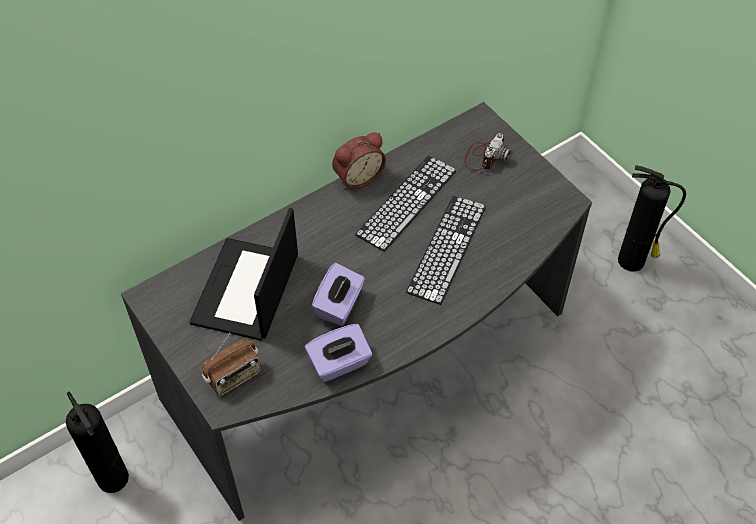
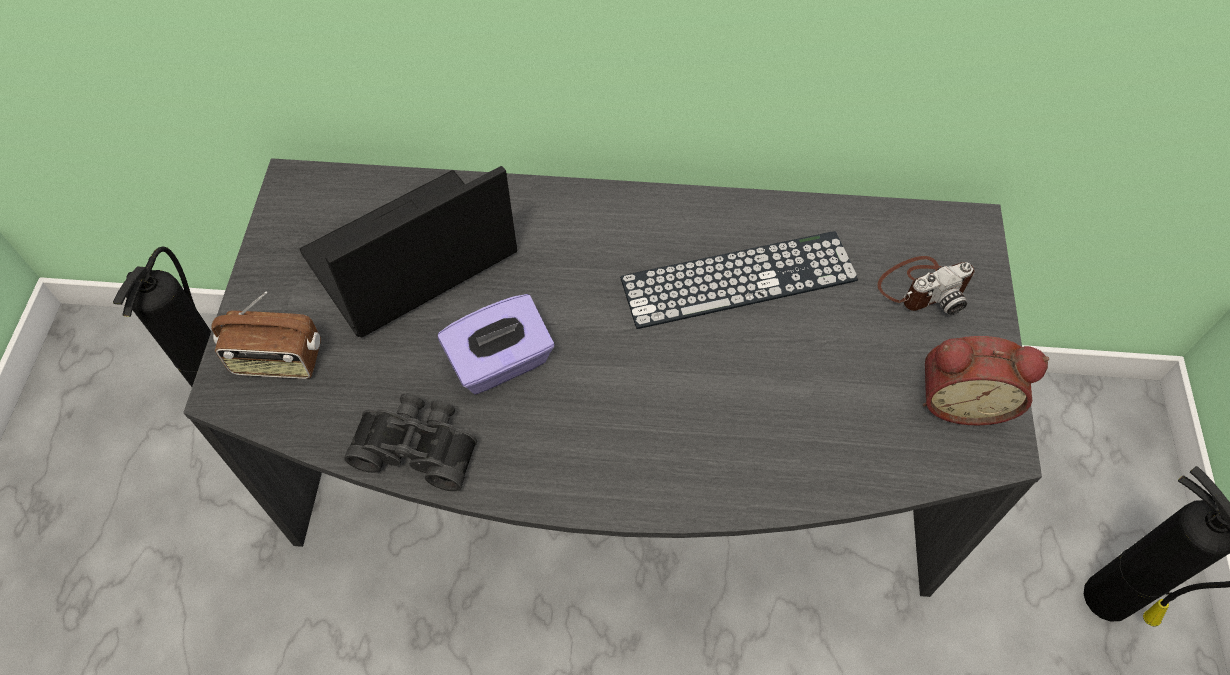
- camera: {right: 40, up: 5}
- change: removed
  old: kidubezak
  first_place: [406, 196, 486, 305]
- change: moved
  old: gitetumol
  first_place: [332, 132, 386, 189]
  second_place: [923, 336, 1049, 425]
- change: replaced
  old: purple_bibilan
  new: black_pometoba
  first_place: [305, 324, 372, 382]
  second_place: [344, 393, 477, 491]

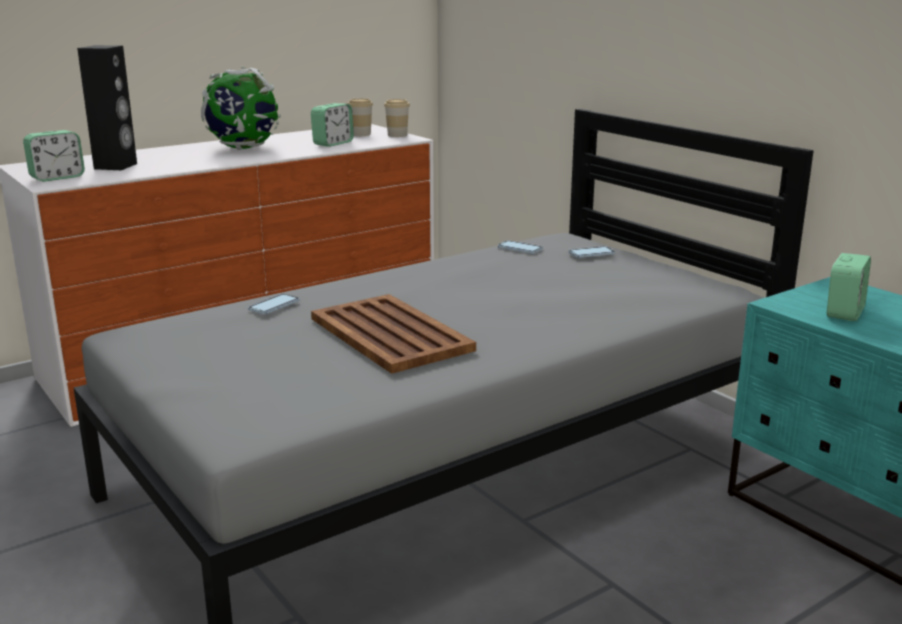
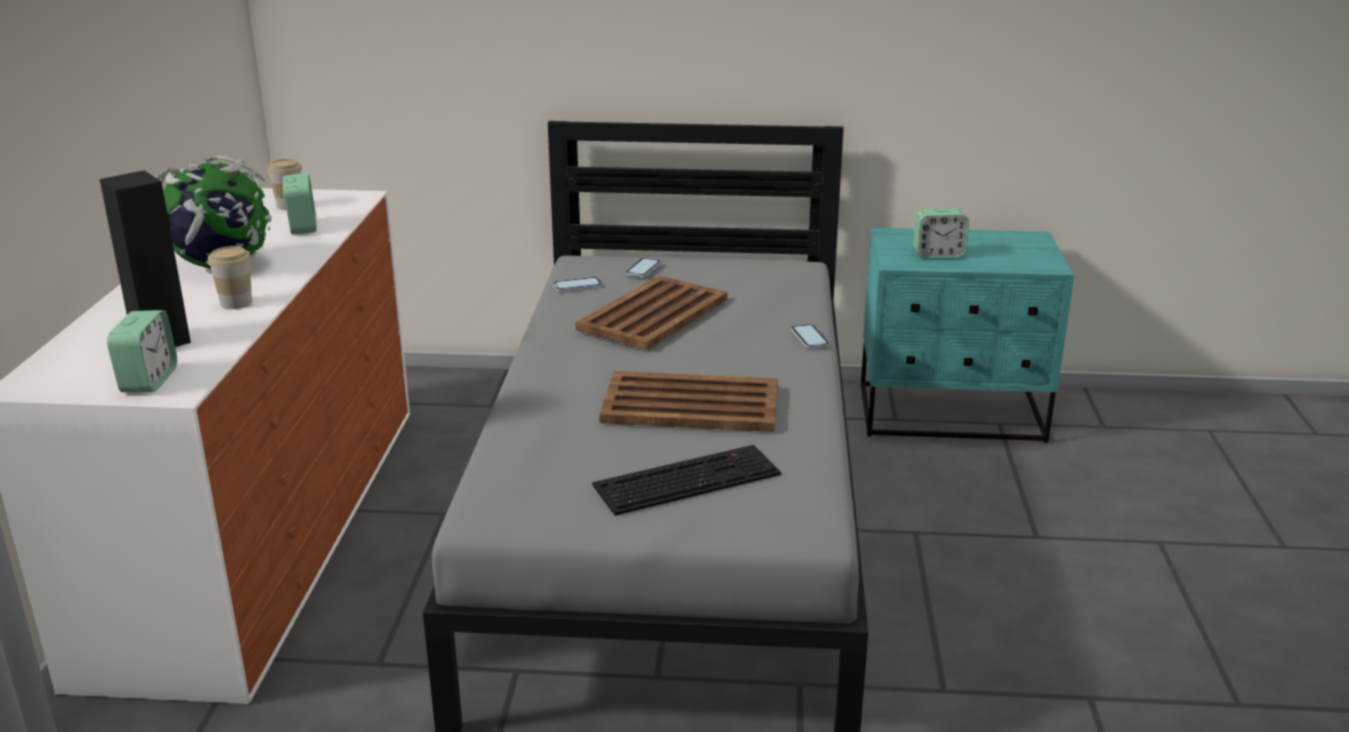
- camera: {right: -50, up: 5}
- change: added
  new: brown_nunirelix
  second_place: [575, 276, 728, 350]
- change: added
  new: kidubezak
  second_place: [592, 445, 781, 516]
- change: moved
  old: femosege
  first_place: [248, 294, 299, 314]
  second_place: [791, 324, 830, 348]
- change: moved
  old: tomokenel
  first_place: [384, 99, 410, 137]
  second_place: [208, 246, 252, 309]
- change: turned
  old: gitetumol
  first_place: [827, 253, 871, 321]
  second_place: [913, 209, 969, 259]
  degrees: 105

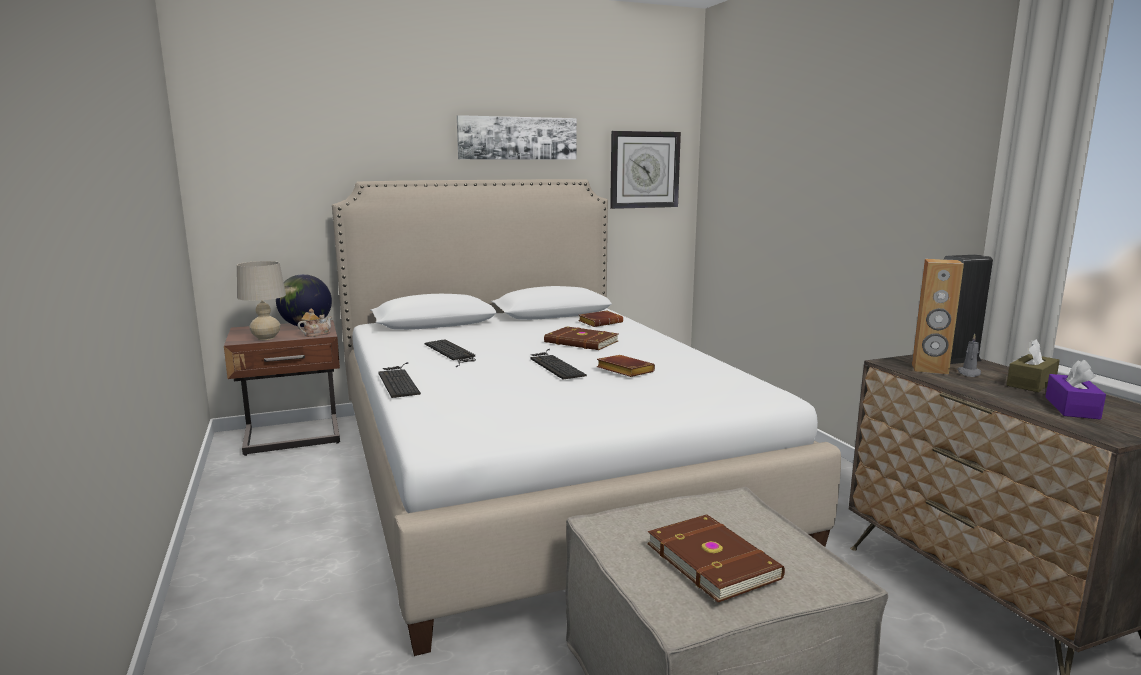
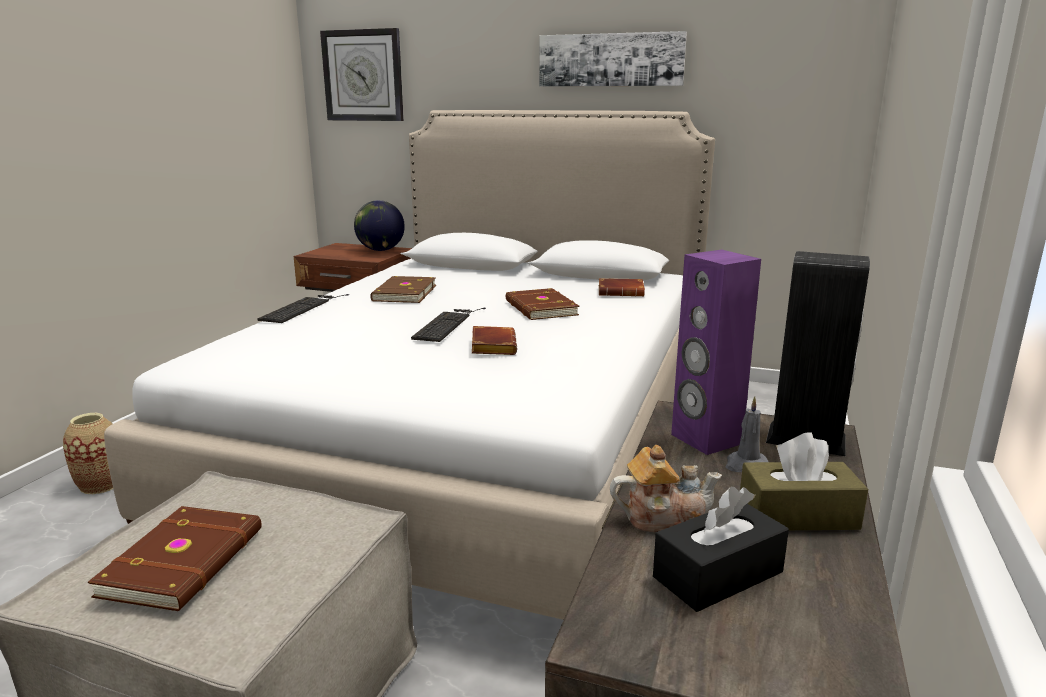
- camera: {right: 40, up: 5}
- change: removed
  old: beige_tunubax
  first_place: [237, 261, 286, 340]
- change: added
  new: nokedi
  second_place: [63, 413, 113, 494]
- change: moved
  old: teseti
  first_place: [298, 308, 332, 337]
  second_place: [610, 445, 722, 532]
- change: moved
  old: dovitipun
  first_place: [610, 131, 681, 209]
  second_place: [320, 28, 404, 121]
- change: replaced
  old: kidubezak
  new: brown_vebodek
  first_place: [425, 339, 476, 367]
  second_place: [370, 276, 436, 303]
- change: recoloured
  old: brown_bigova
  new: purple_bigova
  first_place: [912, 259, 964, 375]
  second_place: [671, 250, 761, 455]
- change: recoloured
  old: purple_bibilan
  new: black_bibilan
  first_place: [1045, 359, 1106, 420]
  second_place: [653, 487, 789, 612]

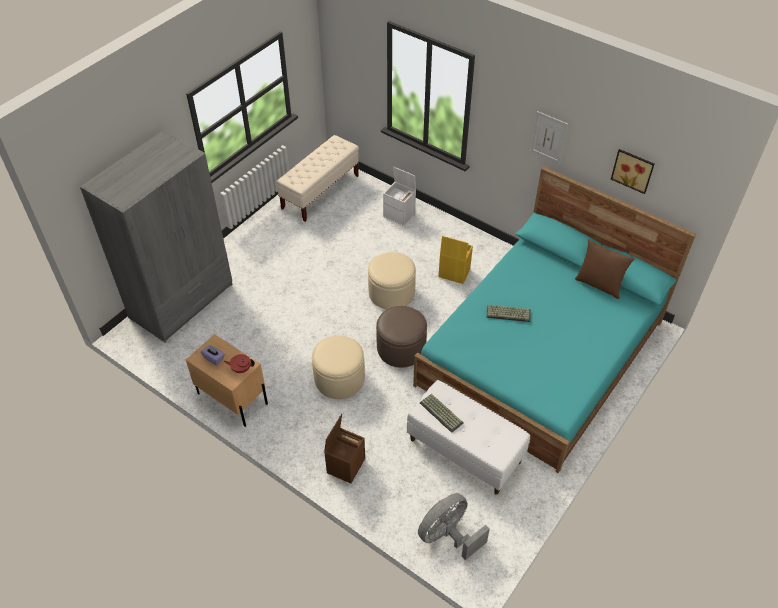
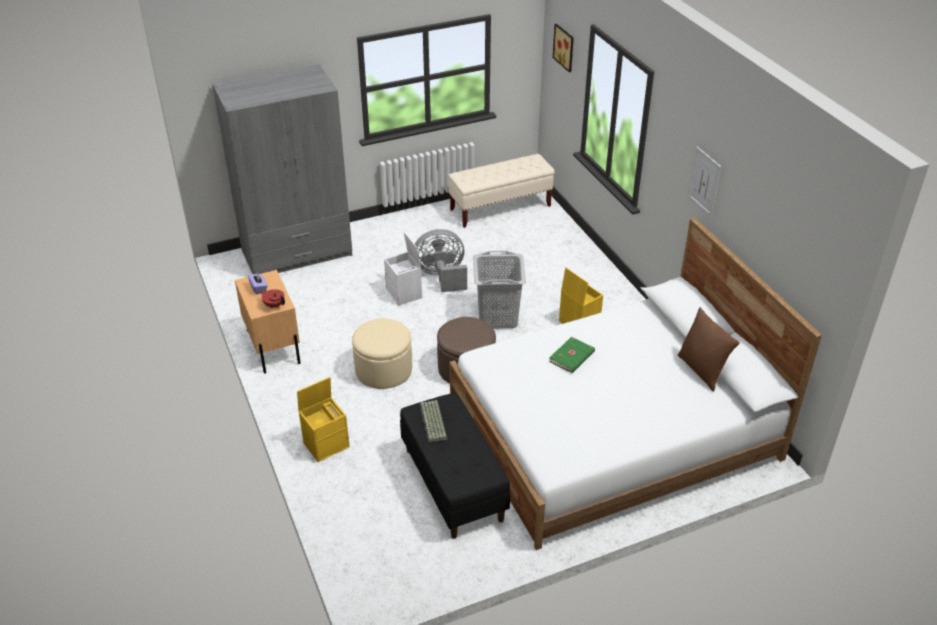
- camera: {right: 30, up: -10}
- change: moved
  old: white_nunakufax
  first_place: [383, 167, 416, 226]
  second_place: [384, 232, 422, 306]
- change: moved
  old: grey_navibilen
  first_place: [418, 493, 490, 560]
  second_place: [415, 229, 467, 292]
- change: moved
  old: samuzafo
  first_place: [611, 149, 654, 194]
  second_place: [553, 24, 574, 72]
- change: replaced
  old: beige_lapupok
  new: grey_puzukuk
  first_place: [368, 252, 416, 309]
  second_place: [473, 251, 526, 329]
- change: replaced
  old: kidubezak
  new: green_vebodek
  first_place: [486, 305, 531, 322]
  second_place: [549, 337, 595, 373]
- change: recoloured
  old: brown_nunakufax
  new: yellow_nunakufax
  first_place: [324, 414, 365, 483]
  second_place: [297, 377, 350, 462]
- change: recoloured
  old: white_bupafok
  new: black_bupafok
  first_place: [407, 380, 530, 495]
  second_place: [400, 393, 510, 539]
- change: recoloured
  old: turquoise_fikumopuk
  new: white_fikumopuk
  first_place: [413, 166, 696, 473]
  second_place: [450, 218, 822, 550]

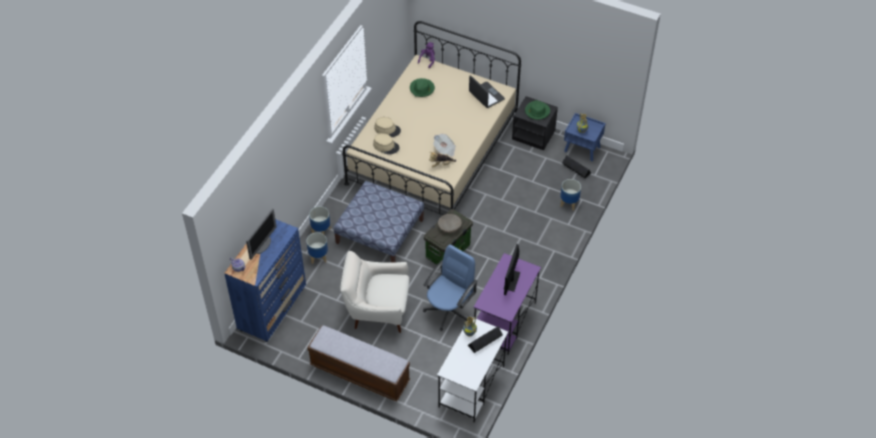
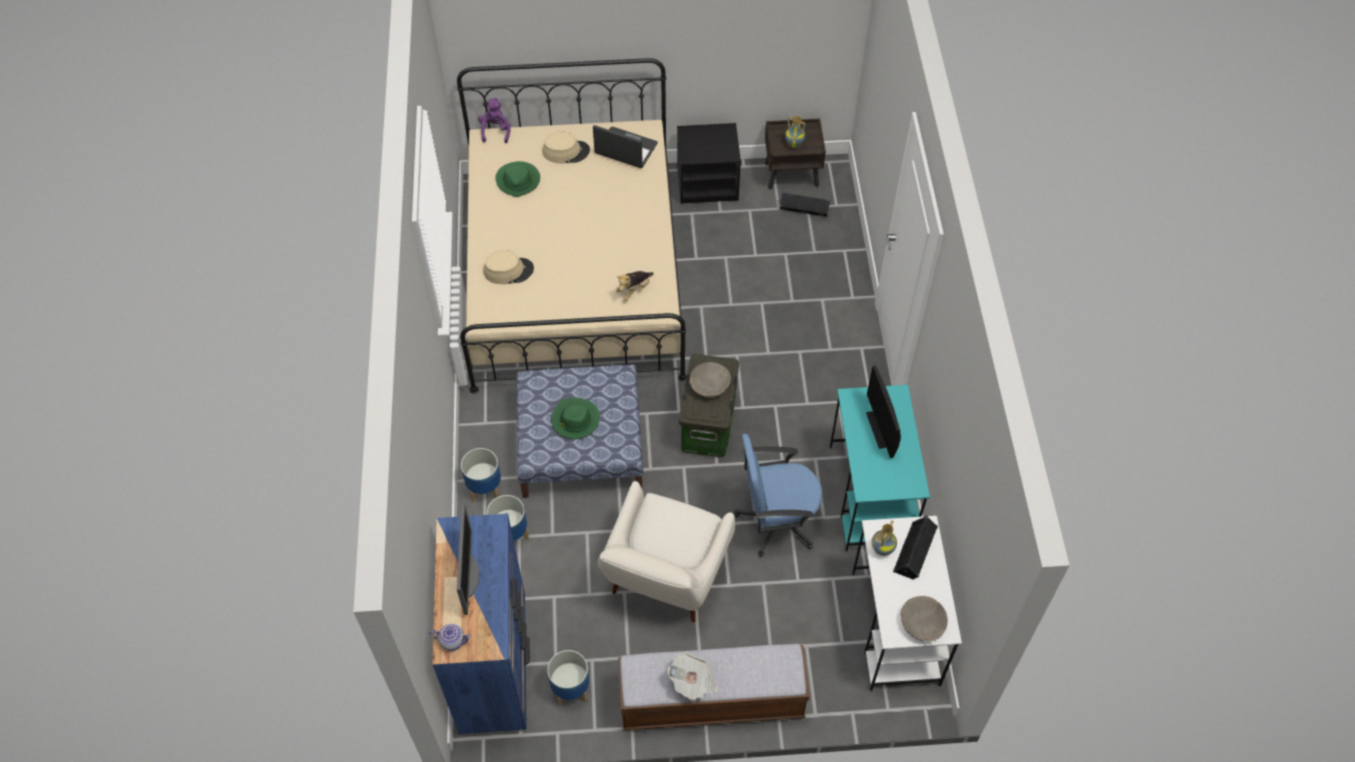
- camera: {right: -30, up: 5}
- change: added
  new: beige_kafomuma
  second_place: [901, 596, 948, 641]
- change: moved
  old: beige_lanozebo
  first_place: [373, 133, 400, 155]
  second_place: [543, 131, 590, 163]
- change: moved
  old: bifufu
  first_place: [433, 134, 456, 157]
  second_place: [667, 652, 719, 701]
- change: moved
  old: green_lanozebo
  first_place: [525, 100, 550, 120]
  second_place: [551, 398, 600, 439]
- change: moved
  old: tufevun
  first_place: [560, 179, 581, 211]
  second_place: [547, 650, 589, 706]
- change: recoloured
  old: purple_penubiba
  new: turquoise_penubiba
  first_place: [473, 253, 541, 355]
  second_place: [830, 385, 930, 552]
- change: recoloured
  old: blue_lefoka
  new: brown_lefoka
  first_place: [564, 113, 606, 161]
  second_place: [765, 118, 826, 189]
- change: turned
  old: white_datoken
  first_place: [340, 251, 409, 333]
  second_place: [598, 481, 735, 622]
  degrees: -45
- change: turned
  old: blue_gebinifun
  first_place: [423, 245, 478, 331]
  second_place: [734, 434, 822, 557]
  degrees: -105

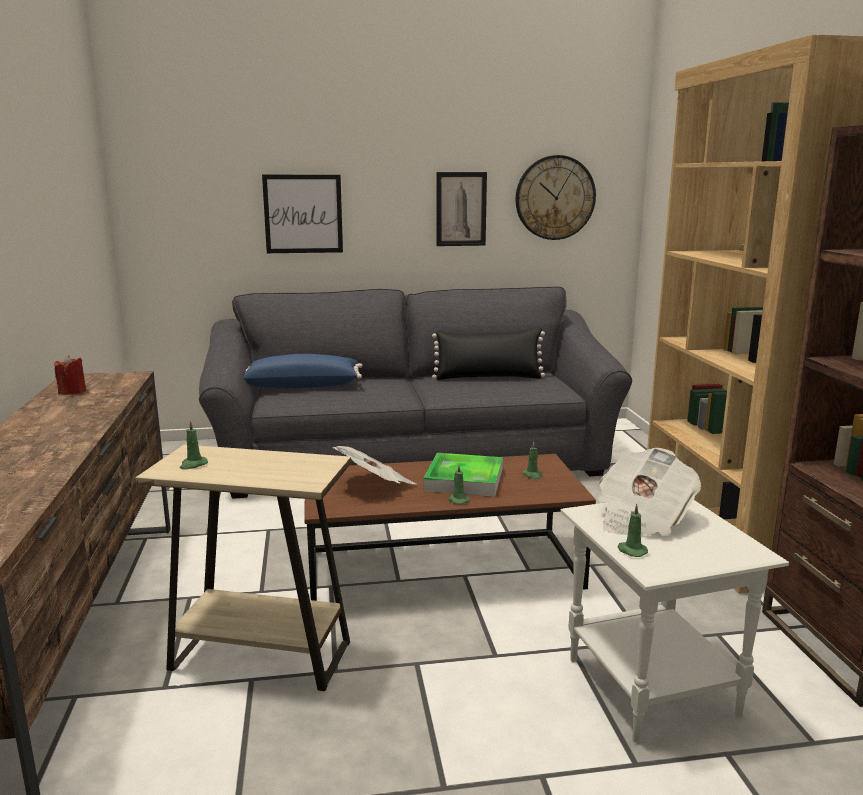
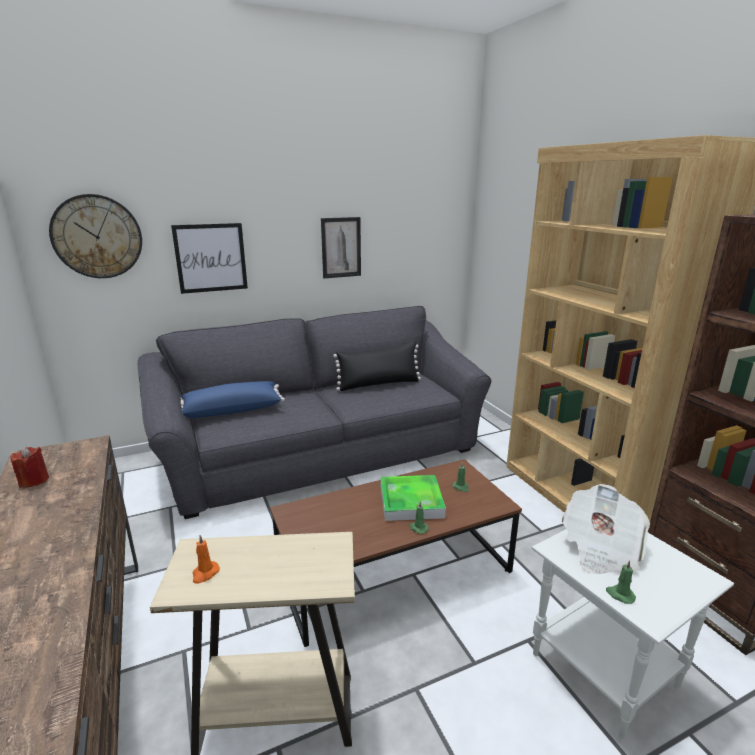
- camera: {right: -15, up: 5}
- change: removed
  old: bifufu
  first_place: [332, 446, 417, 484]
- change: moved
  old: dovitipun
  first_place: [516, 155, 596, 240]
  second_place: [49, 194, 142, 278]
- change: recoloured
  old: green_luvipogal
  new: orange_luvipogal
  first_place: [180, 421, 208, 469]
  second_place: [193, 535, 220, 584]

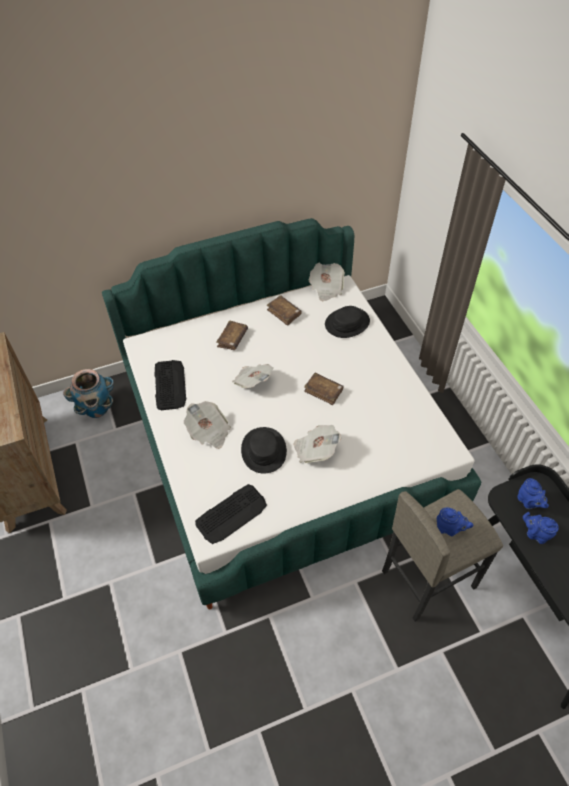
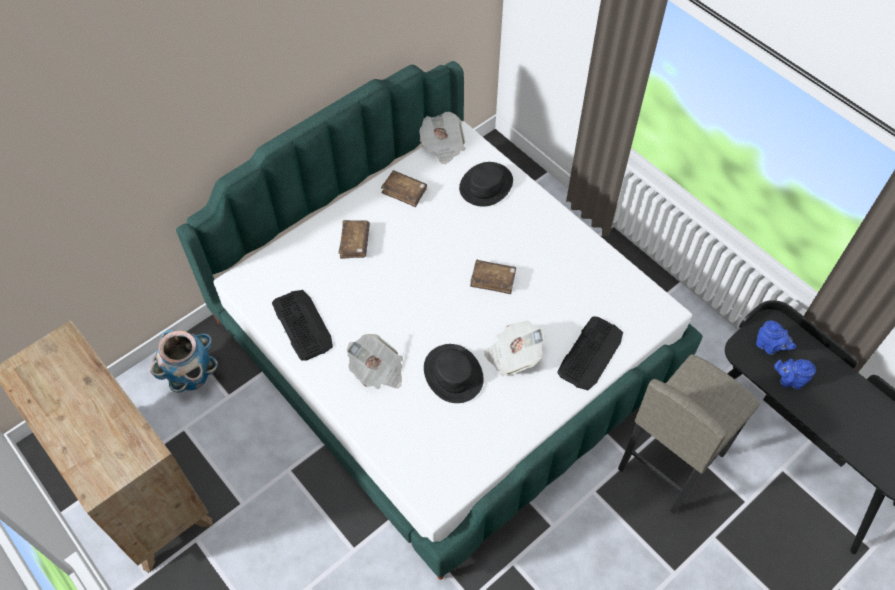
- camera: {right: -20, up: 5}
- change: removed
  old: bifufu
  first_place: [232, 364, 274, 388]
- change: removed
  old: blue_teseti
  first_place: [437, 507, 473, 536]
- change: moved
  old: kidubezak
  first_place: [195, 484, 267, 544]
  second_place: [557, 317, 623, 390]

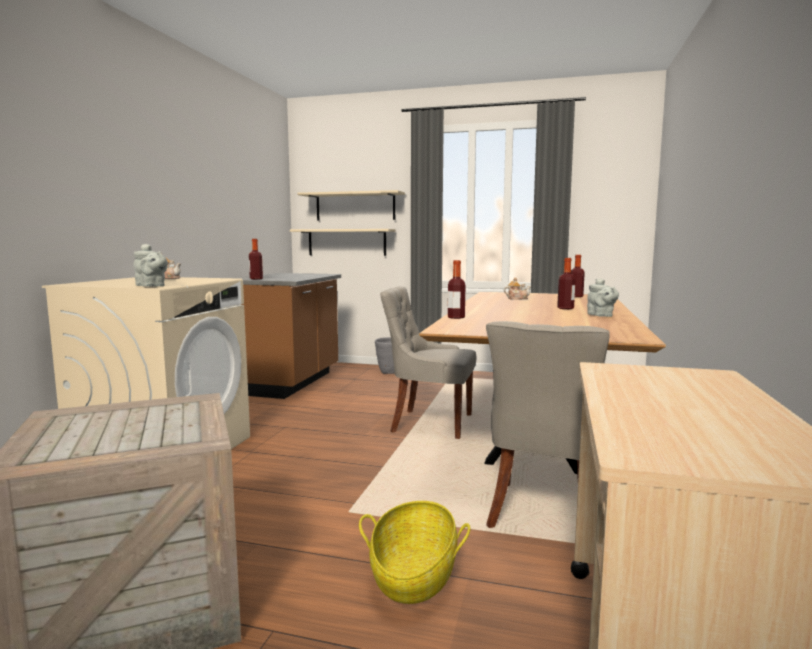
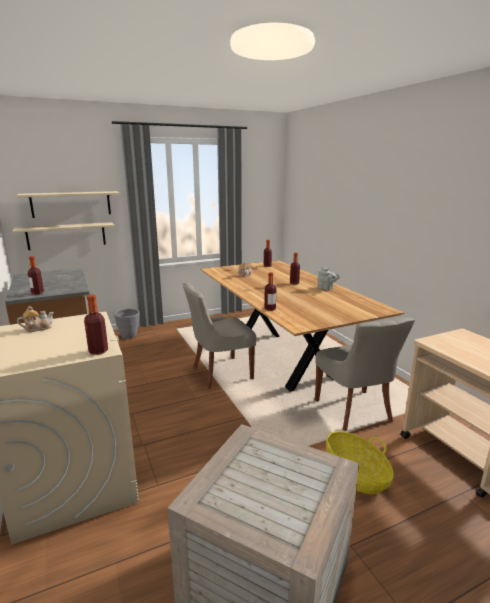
- camera: {right: -40, up: 10}
- change: replaced
  old: grey_teseti
  new: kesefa
  first_place: [133, 244, 168, 287]
  second_place: [84, 295, 108, 355]

